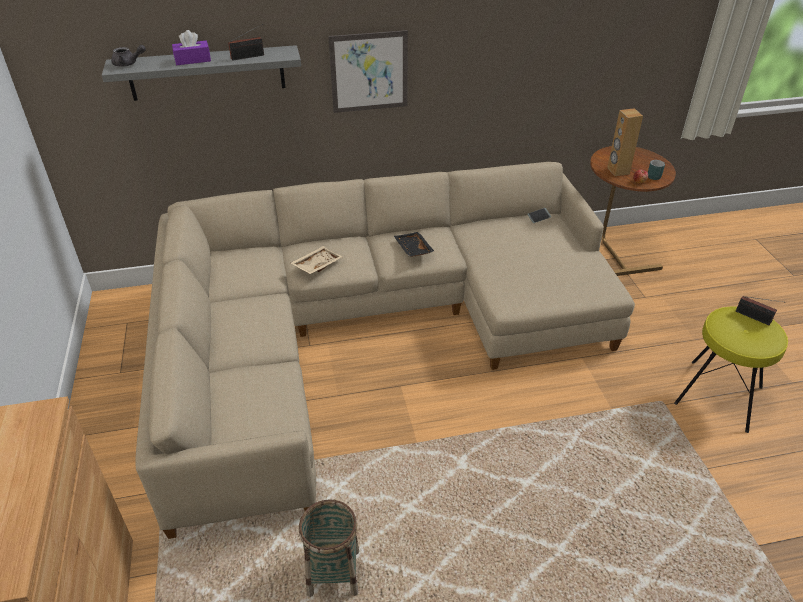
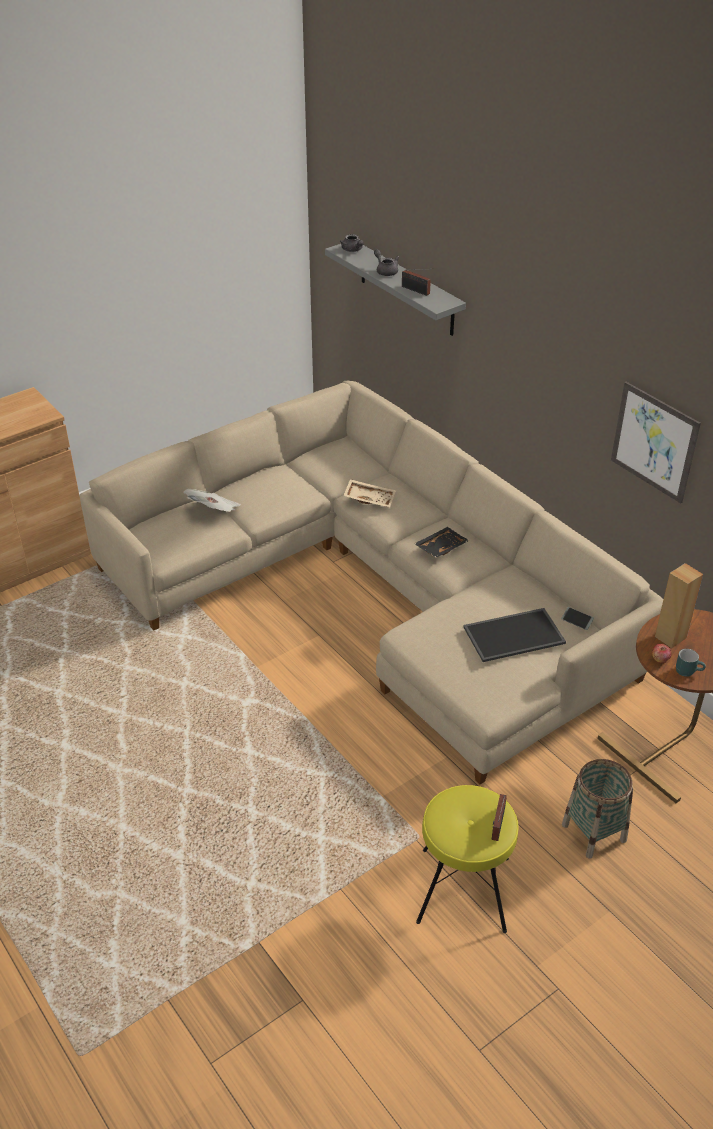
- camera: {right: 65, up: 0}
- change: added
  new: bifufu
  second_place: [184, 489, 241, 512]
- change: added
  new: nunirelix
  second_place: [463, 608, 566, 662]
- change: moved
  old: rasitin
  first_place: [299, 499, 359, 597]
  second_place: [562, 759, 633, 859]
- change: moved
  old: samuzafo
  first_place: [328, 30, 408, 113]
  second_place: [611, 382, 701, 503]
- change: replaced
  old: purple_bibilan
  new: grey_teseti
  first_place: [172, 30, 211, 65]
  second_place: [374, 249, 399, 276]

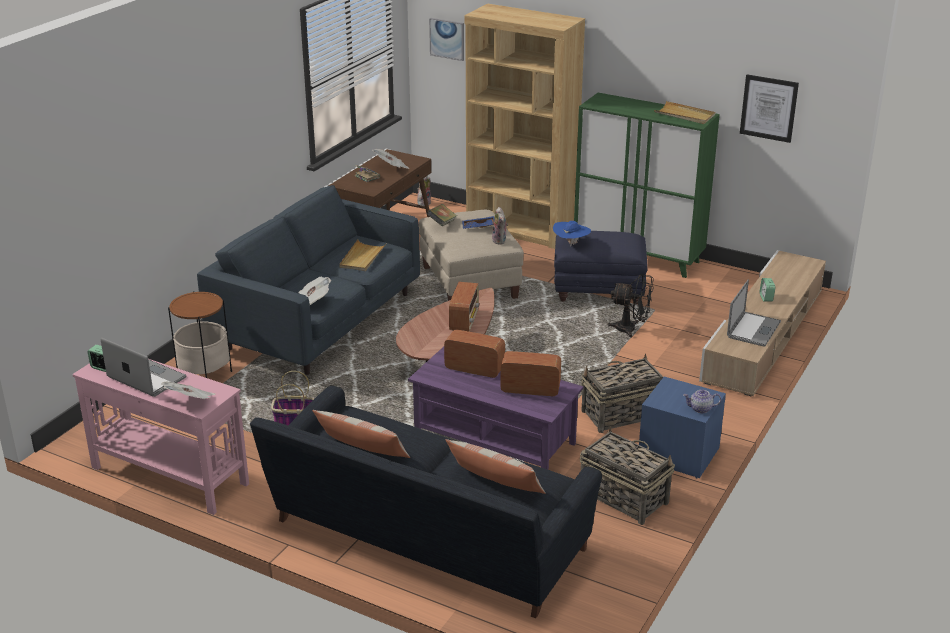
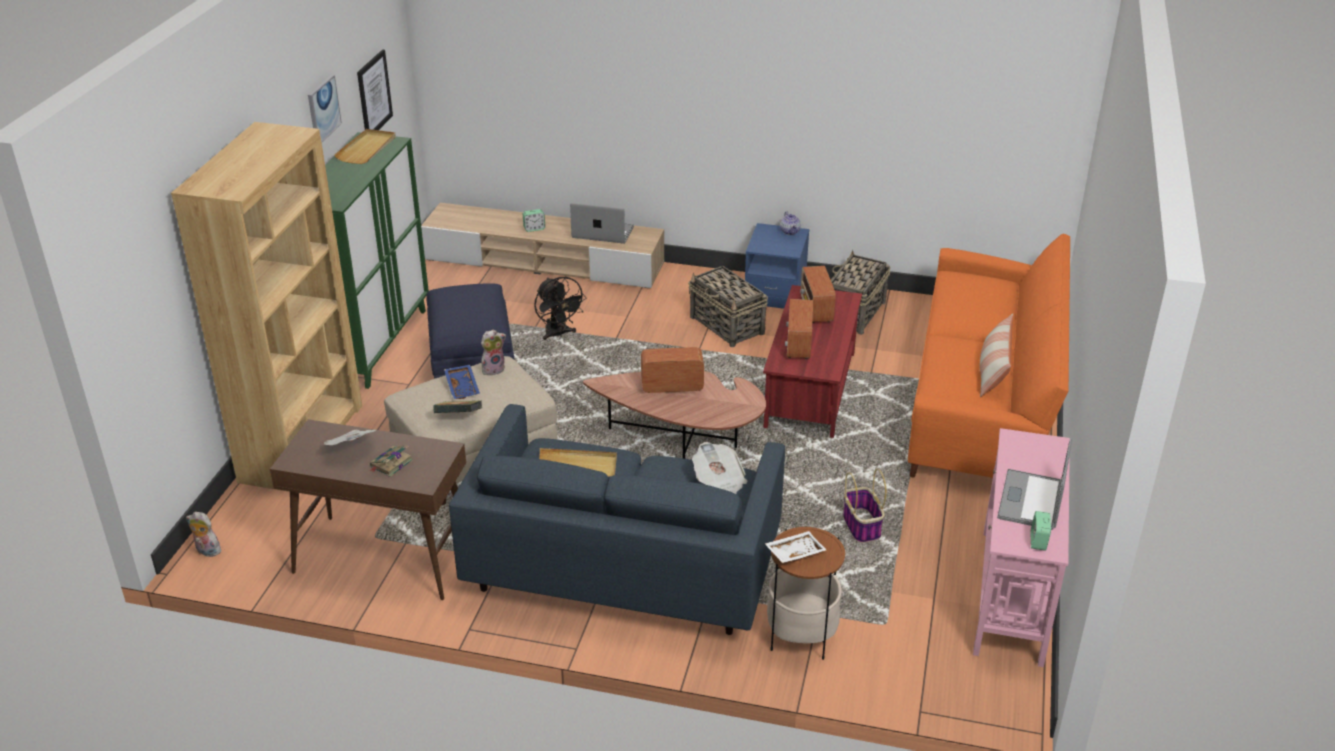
- camera: {right: -105, up: 5}
- change: removed
  old: bifufu
  first_place: [161, 382, 215, 399]
- change: removed
  old: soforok
  first_place: [445, 439, 546, 494]
- change: removed
  old: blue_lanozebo
  first_place: [553, 221, 591, 247]
- change: added
  new: white_nunirelix
  second_place: [765, 531, 826, 563]
- change: moved
  old: samuzafo
  first_place: [429, 18, 464, 61]
  second_place: [308, 75, 342, 142]
- change: recoloured
  old: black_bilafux
  new: orange_bilafux
  first_place: [250, 386, 602, 618]
  second_place: [908, 234, 1070, 478]
- change: recoloured
  old: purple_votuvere
  new: red_votuvere
  first_place: [408, 347, 583, 470]
  second_place: [763, 285, 862, 438]
- change: turned
  old: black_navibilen
  first_place: [607, 274, 654, 338]
  second_place: [534, 277, 585, 340]
  degrees: 150

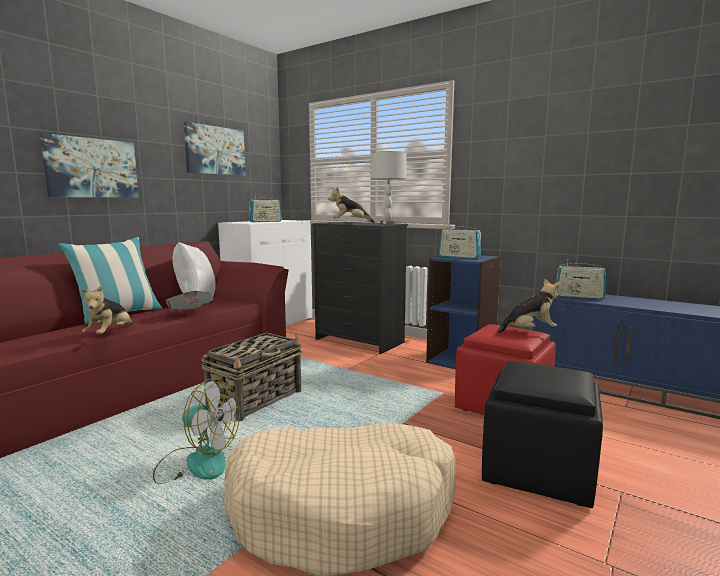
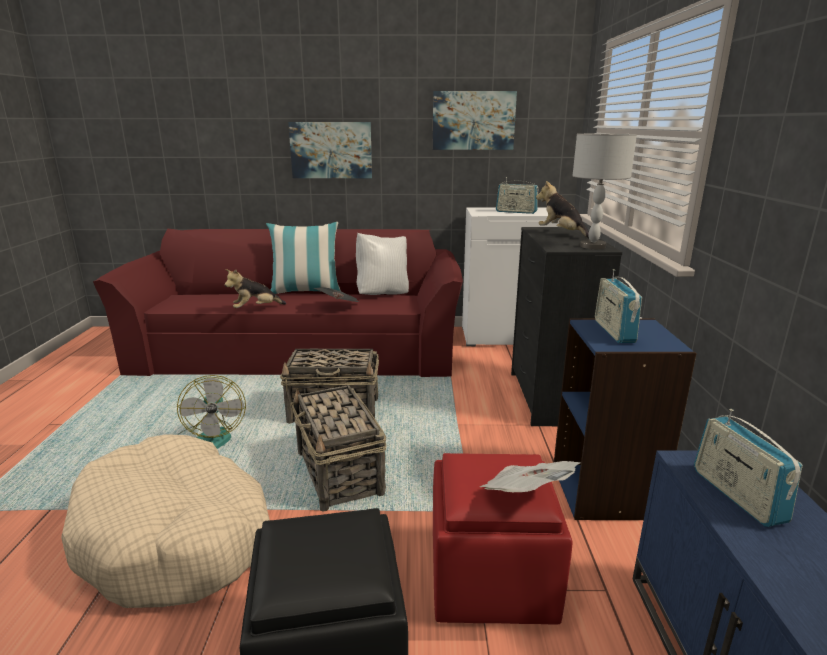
- camera: {right: 55, up: 10}
- change: added
  new: rasitin
  second_place: [290, 385, 386, 511]
- change: replaced
  old: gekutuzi
  new: bifufu
  first_place: [497, 279, 560, 334]
  second_place: [480, 461, 581, 492]

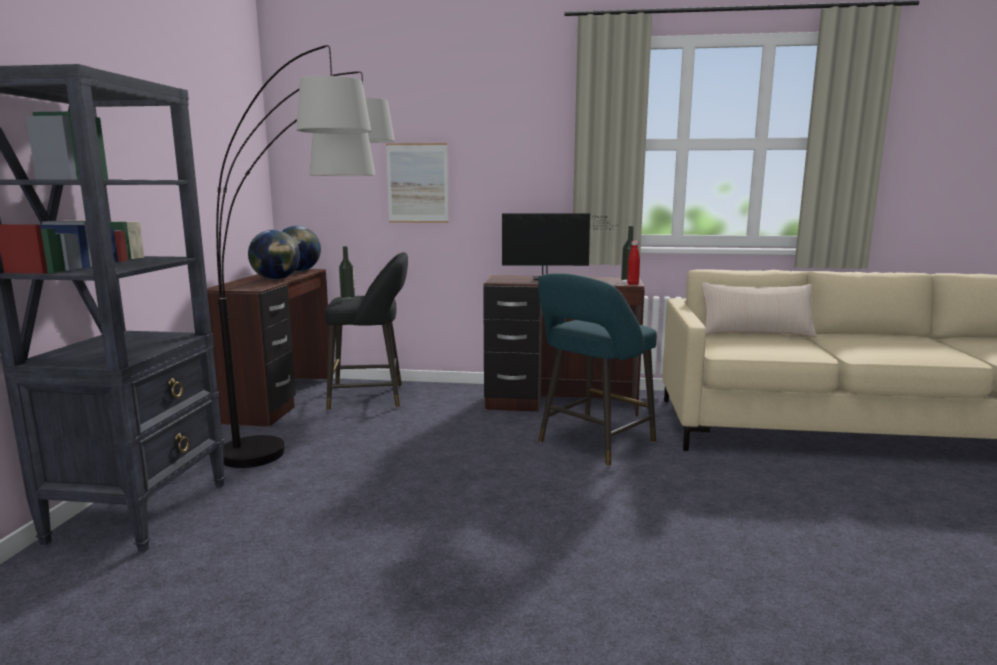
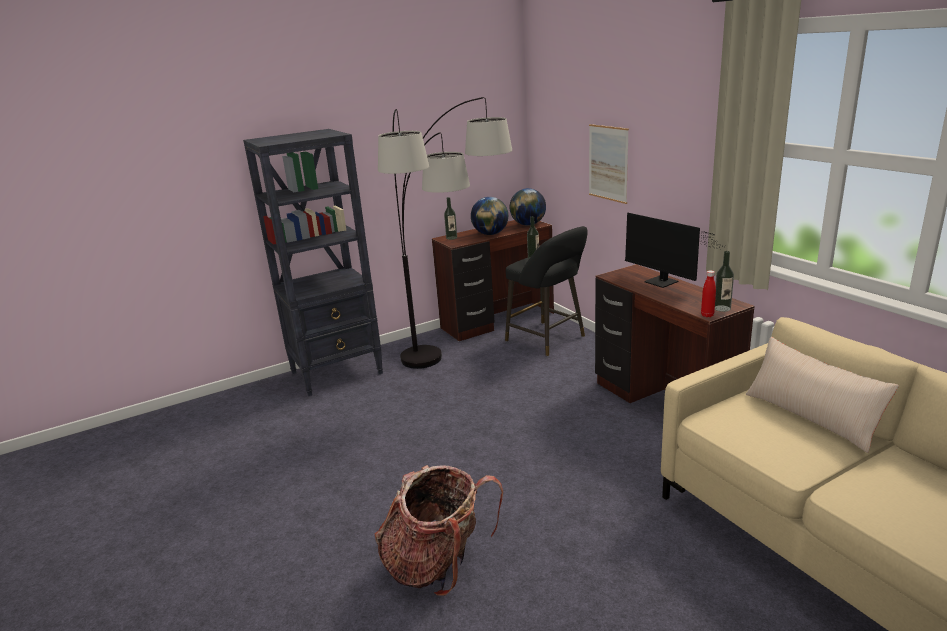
- camera: {right: 55, up: 10}
- change: removed
  old: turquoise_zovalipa
  first_place: [538, 273, 657, 467]
- change: added
  new: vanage
  second_place: [375, 465, 503, 596]
- change: added
  new: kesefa
  second_place: [444, 197, 457, 240]

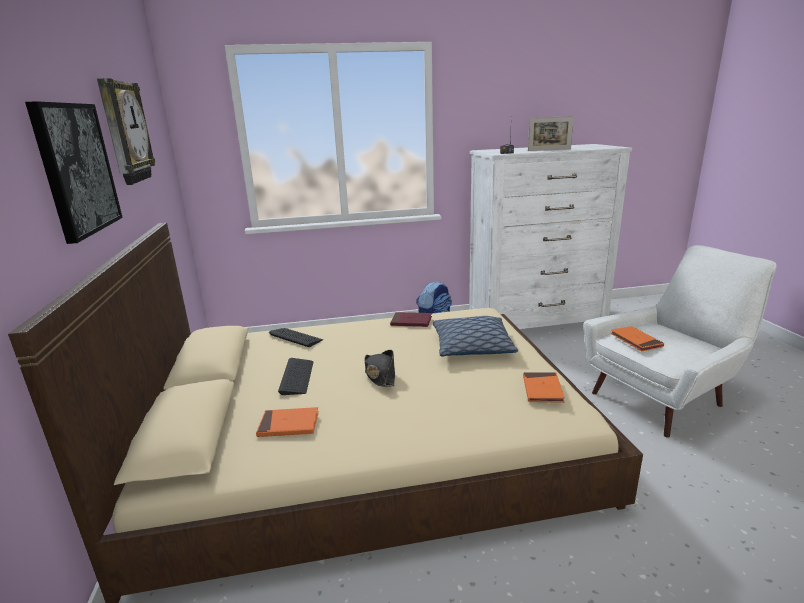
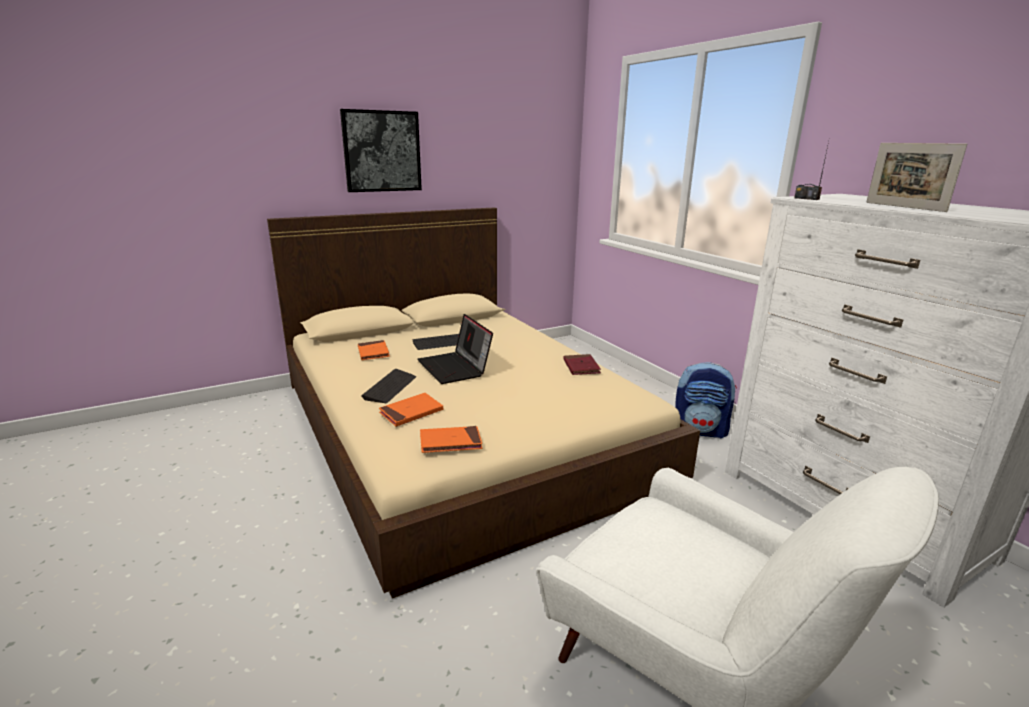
- camera: {right: 70, up: 0}
- change: removed
  old: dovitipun
  first_place: [97, 78, 155, 185]
- change: removed
  old: soforok
  first_place: [432, 316, 518, 356]
- change: moved
  old: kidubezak
  first_place: [269, 328, 323, 347]
  second_place: [361, 369, 416, 403]
- change: moved
  old: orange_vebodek
  first_place: [610, 326, 664, 352]
  second_place: [379, 393, 443, 427]
- change: replaced
  old: black_lanozebo
  new: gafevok
  first_place: [364, 350, 395, 387]
  second_place: [417, 314, 493, 384]

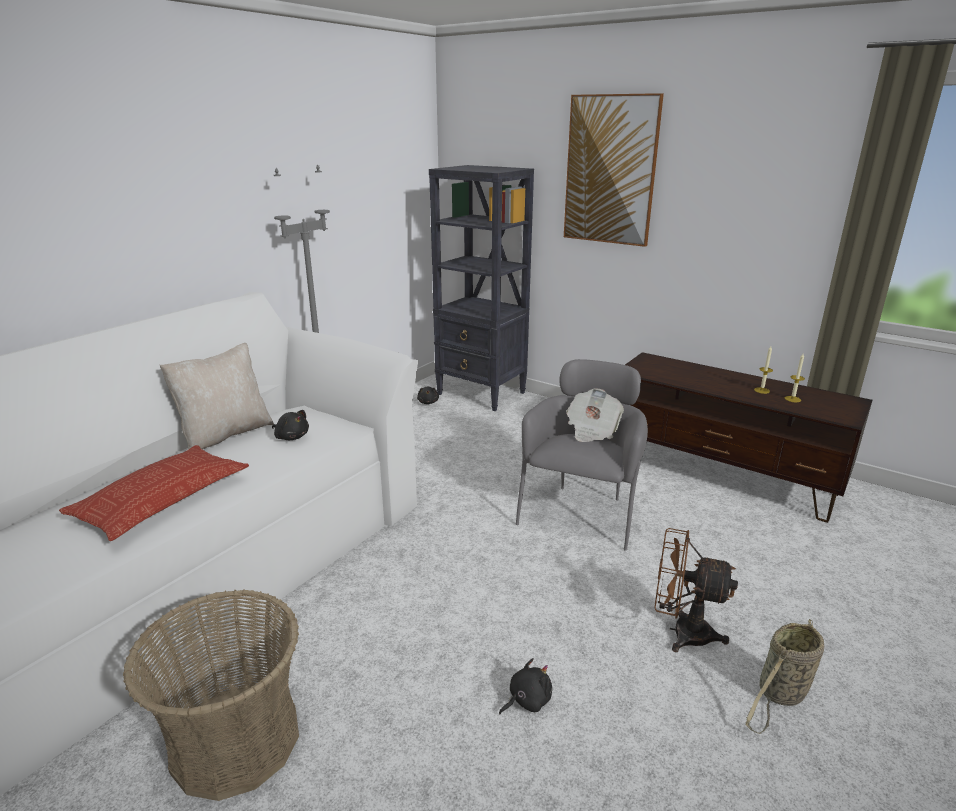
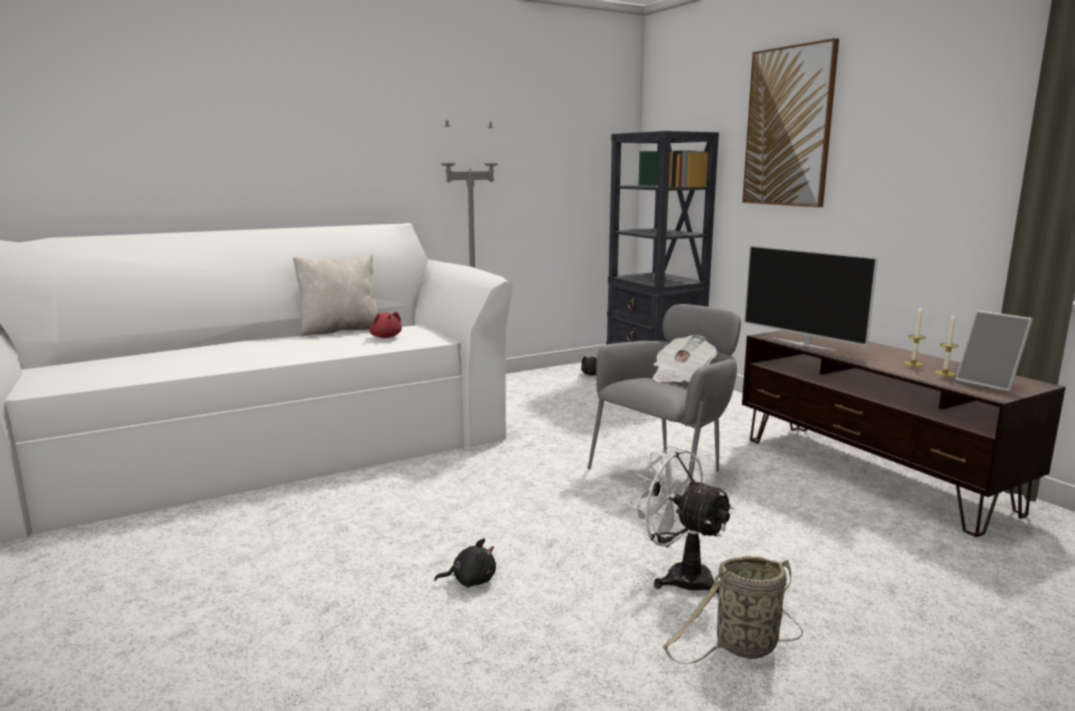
- camera: {right: 25, up: -10}
- change: removed
  old: soforok
  first_place: [59, 445, 249, 541]
- change: removed
  old: rasitin
  first_place: [123, 589, 299, 801]
- change: added
  new: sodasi
  second_place: [744, 245, 878, 351]
- change: added
  new: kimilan
  second_place: [955, 310, 1033, 392]
- change: recoloured
  old: black_gekutuzi
  new: red_gekutuzi
  first_place: [272, 410, 309, 440]
  second_place: [370, 312, 402, 338]
- change: recoloured
  old: brown_navibilen
  new: white_navibilen
  first_place: [655, 528, 738, 652]
  second_place: [628, 446, 735, 596]

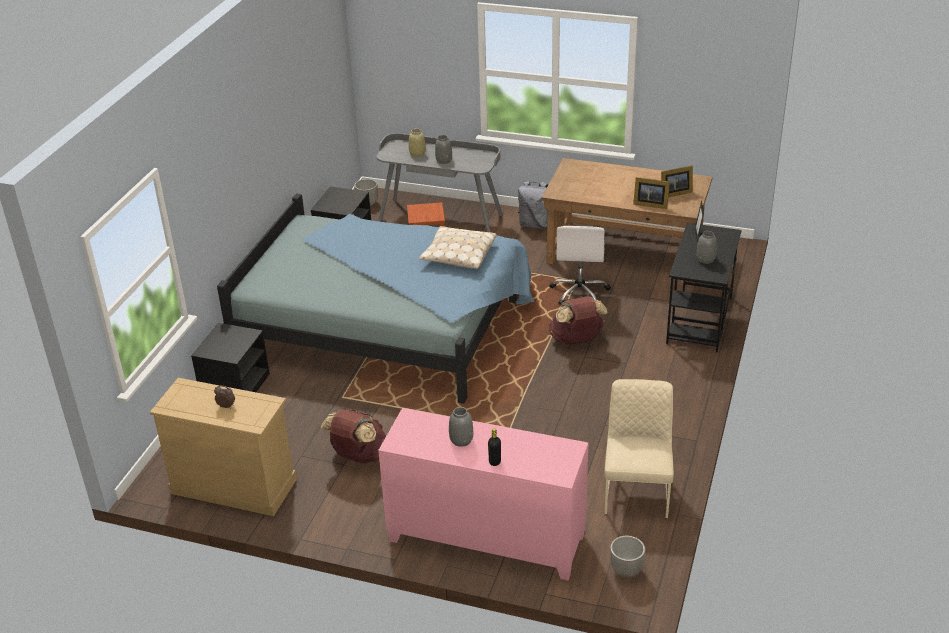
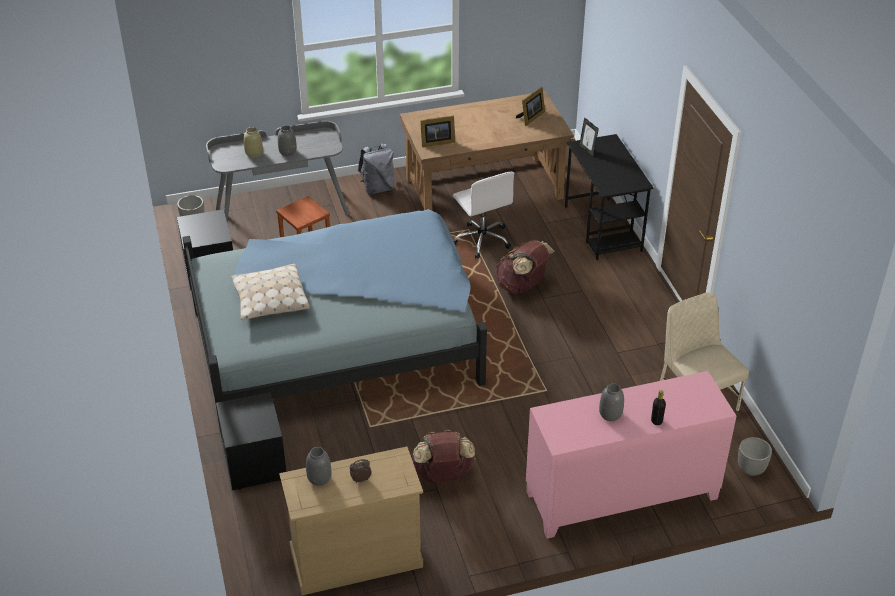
- camera: {right: -35, up: 5}
- change: moved
  old: beige_soforok
  first_place: [419, 226, 497, 269]
  second_place: [231, 264, 310, 320]
- change: moved
  old: kimilan
  first_place: [633, 177, 670, 209]
  second_place: [420, 116, 455, 147]
- change: moved
  old: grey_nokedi
  first_place: [697, 231, 717, 264]
  second_place: [306, 447, 332, 486]

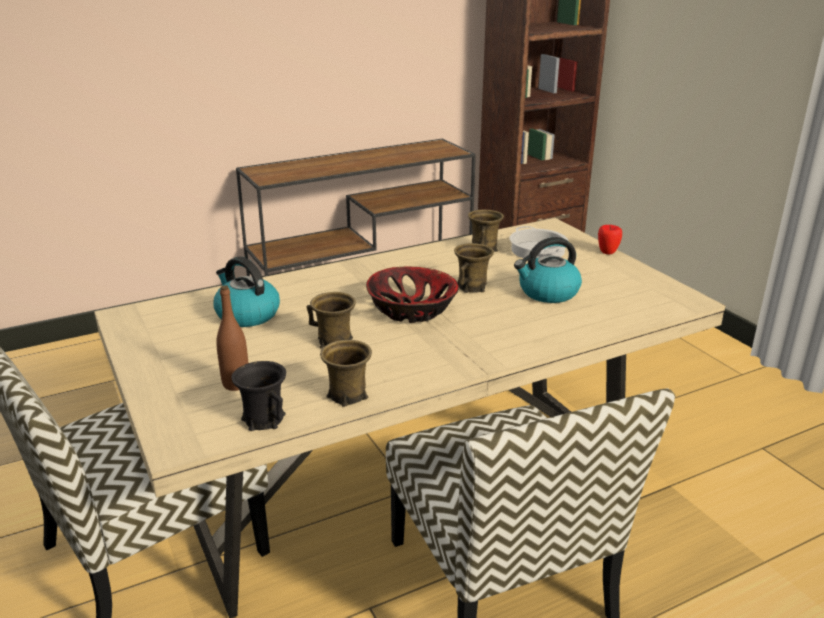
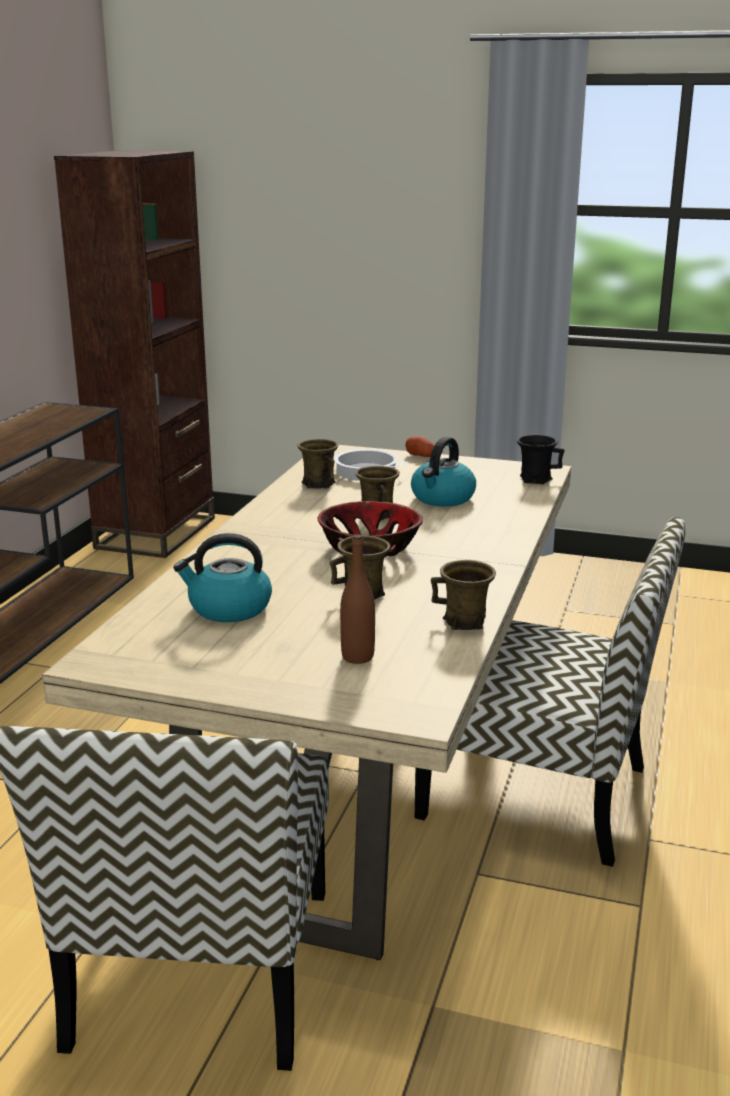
- camera: {right: -45, up: -5}
- change: moved
  old: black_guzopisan
  first_place: [231, 361, 286, 431]
  second_place: [517, 435, 564, 484]
- change: replaced
  old: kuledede
  new: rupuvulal
  first_place: [598, 225, 622, 254]
  second_place: [406, 436, 435, 457]

